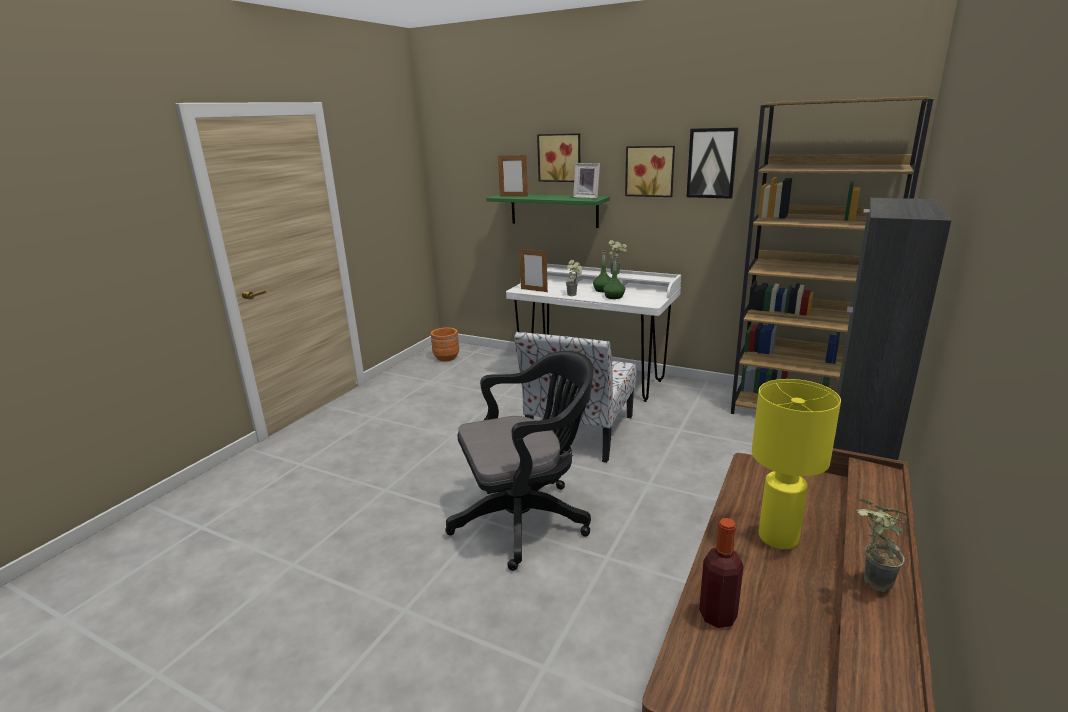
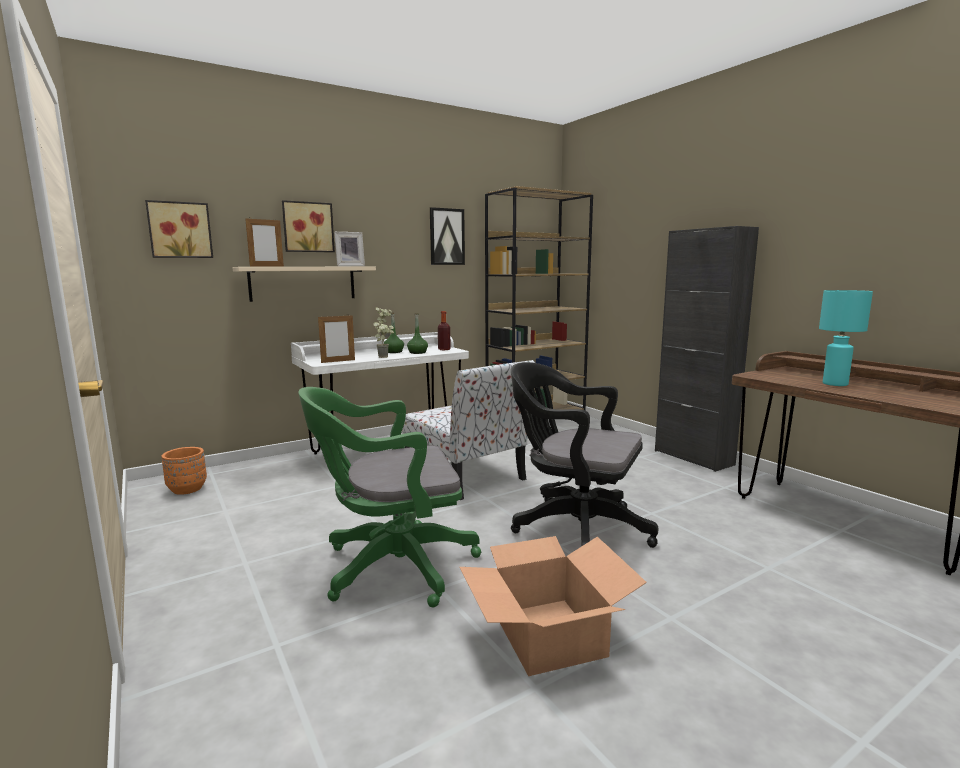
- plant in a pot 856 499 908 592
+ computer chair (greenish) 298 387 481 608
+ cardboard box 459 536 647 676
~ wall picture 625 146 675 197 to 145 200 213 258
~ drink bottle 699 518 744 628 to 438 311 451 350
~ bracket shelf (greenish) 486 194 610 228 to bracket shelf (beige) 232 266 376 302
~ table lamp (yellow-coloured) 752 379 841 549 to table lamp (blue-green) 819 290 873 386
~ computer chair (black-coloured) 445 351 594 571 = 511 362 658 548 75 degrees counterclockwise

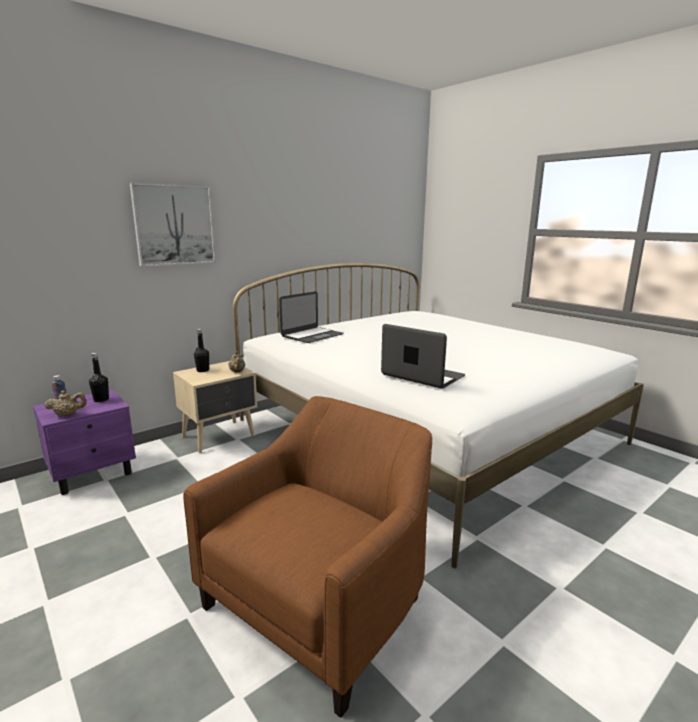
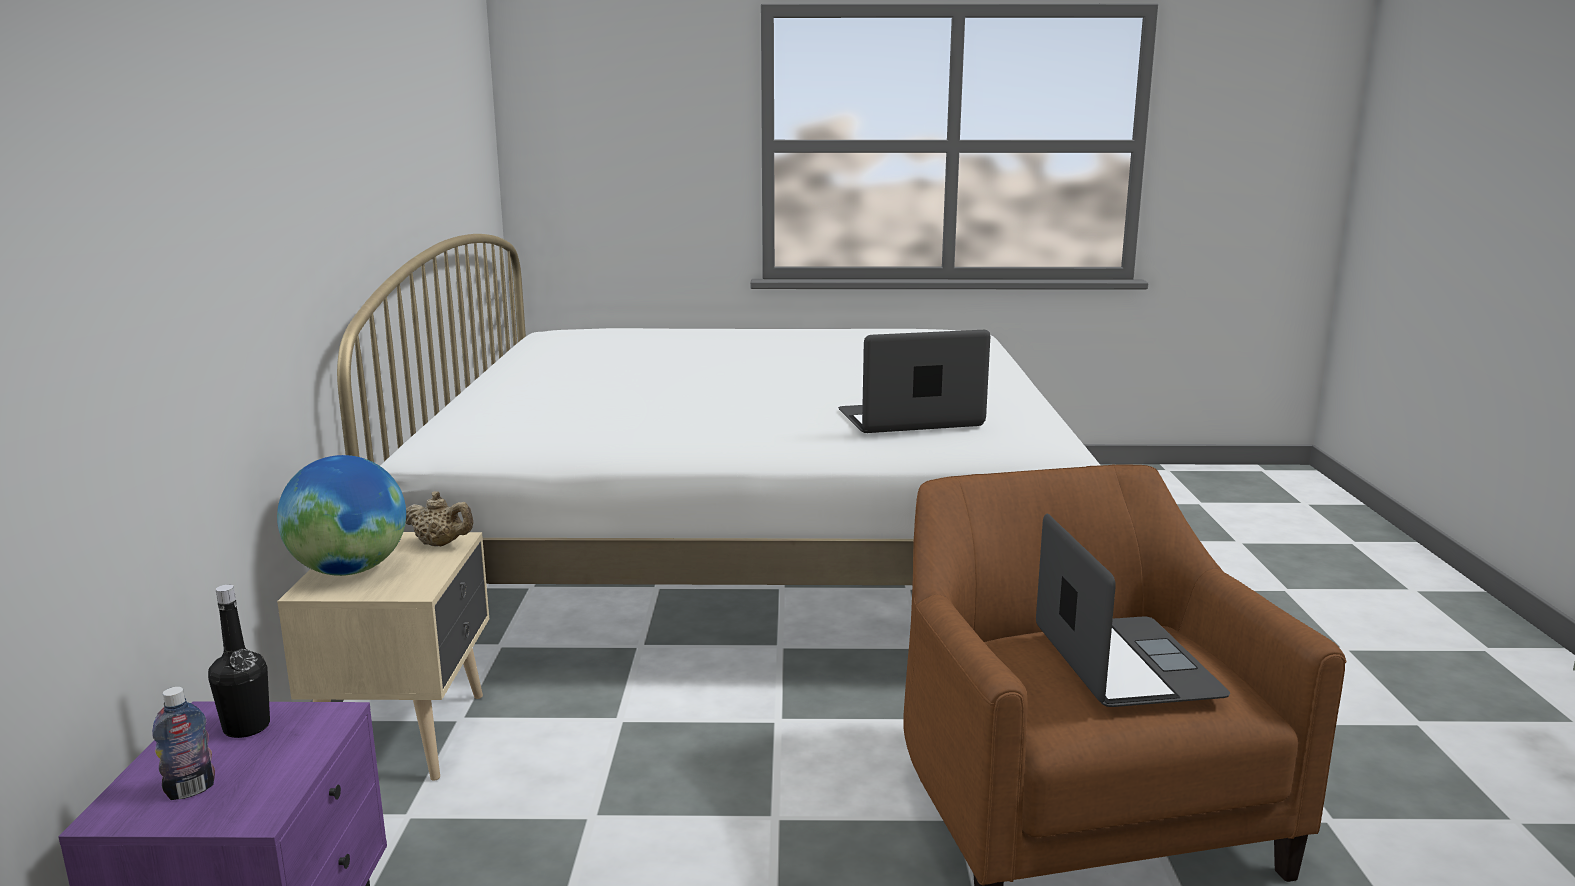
- teapot (beige) 44 390 87 417
- wall picture 130 183 216 267
~ notebook computer 279 291 344 343 to 1036 514 1230 707
~ drink bottle (black-coloured) 194 329 209 372 to world globe 277 455 406 576

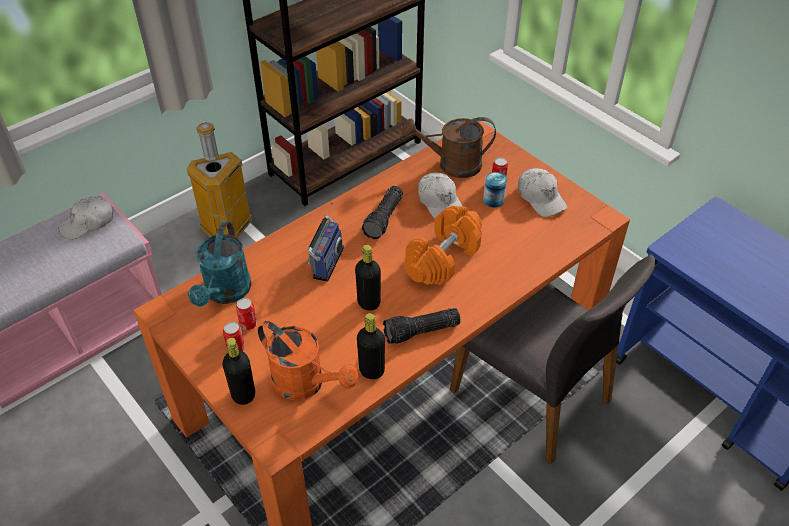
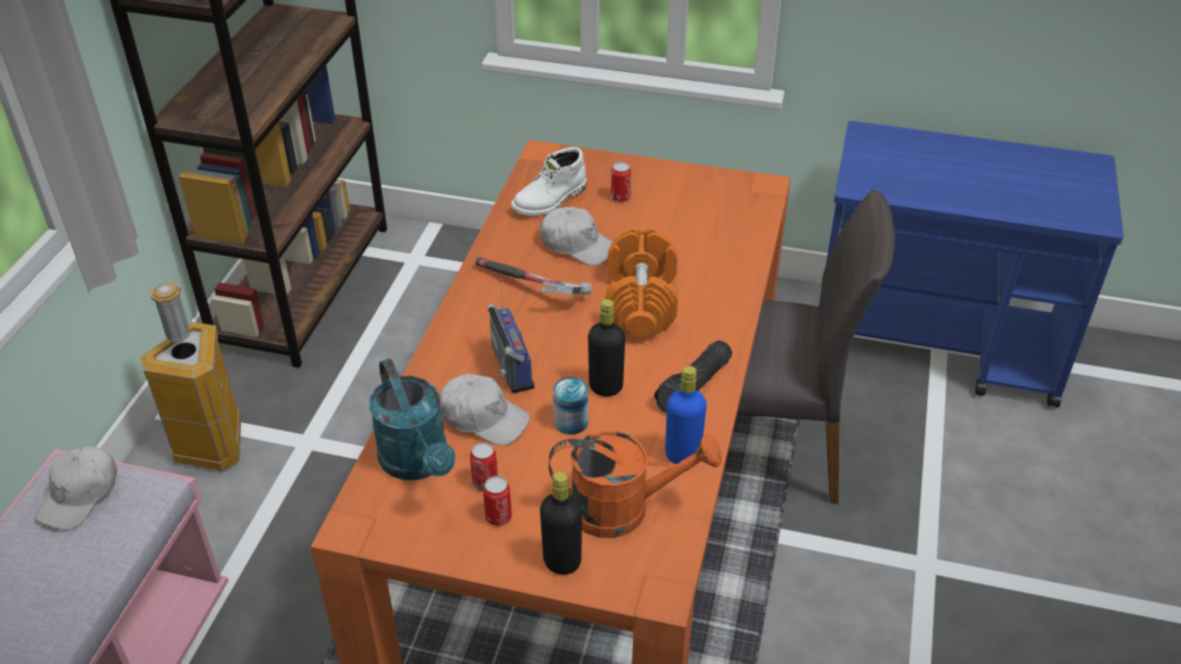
~ metal can 483 172 507 207 to 553 377 588 435
~ peaked cap (white-coloured) 518 168 567 217 to 440 374 530 446
~ torch 362 186 403 239 to tool hammer 475 257 592 295
~ watering can (brown-coloured) 402 117 496 178 to high-top boot (white-coloured) 511 147 586 216
~ drink bottle (black-coloured) 357 313 385 379 to drink bottle (blue) 665 366 707 464

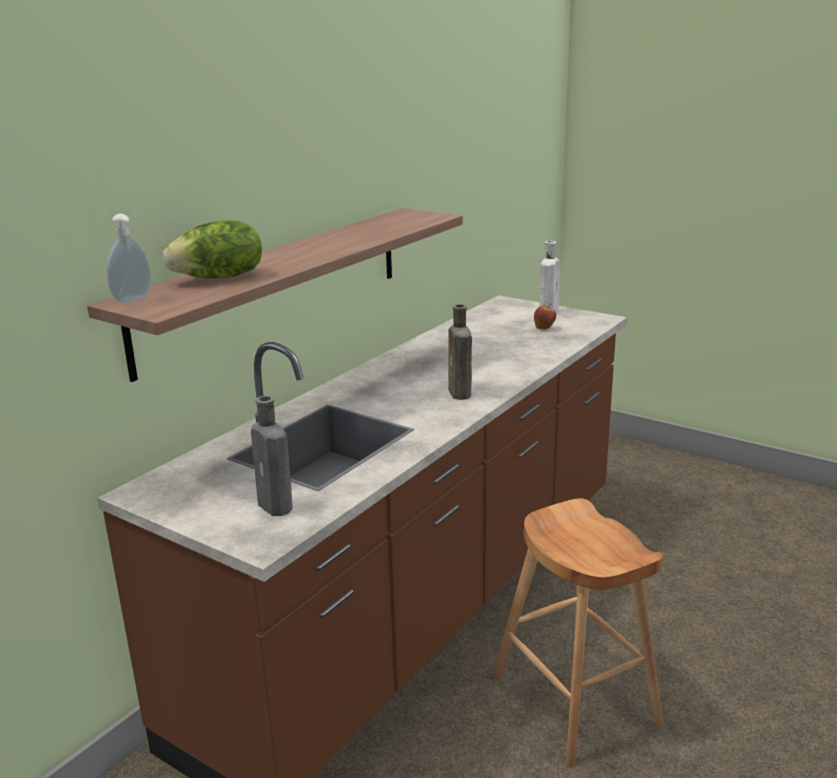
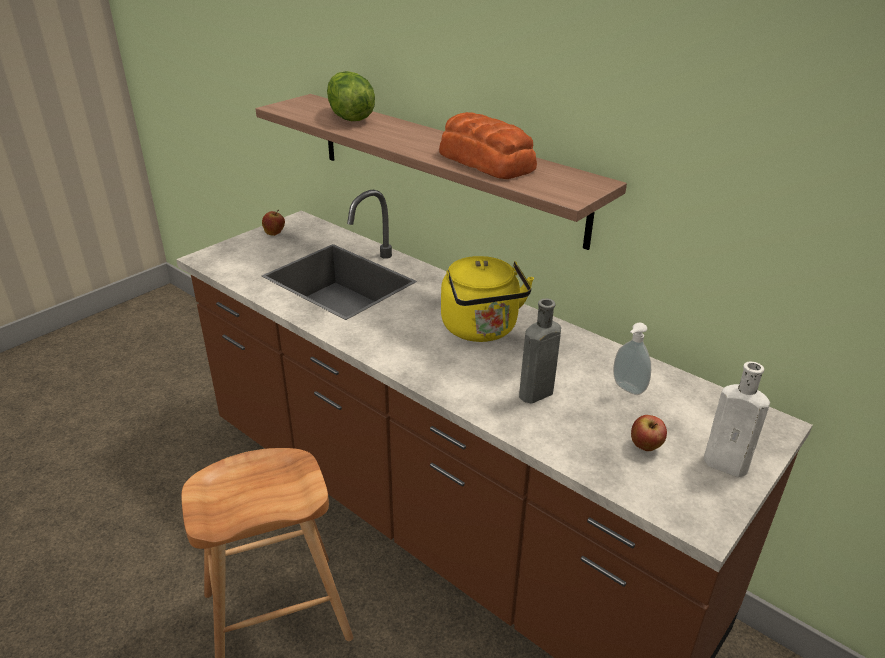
- drink bottle (brown-coloured) 448 304 472 400
+ apple 262 210 285 236
+ bread 439 112 537 179
+ water kettle (yellow-coloured) 441 256 534 342
~ soap bottle 106 214 152 303 to 613 323 651 395
~ drink bottle (gray) 251 396 293 516 to 519 298 561 404

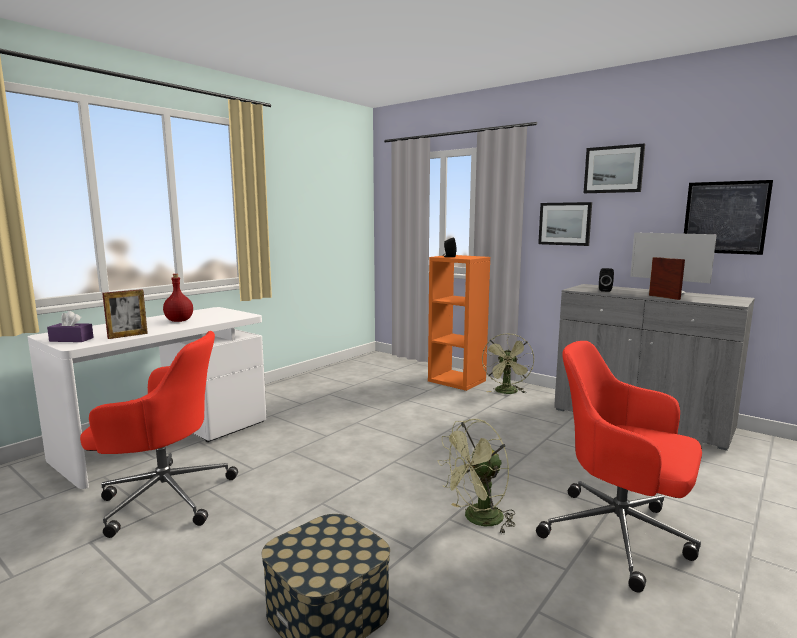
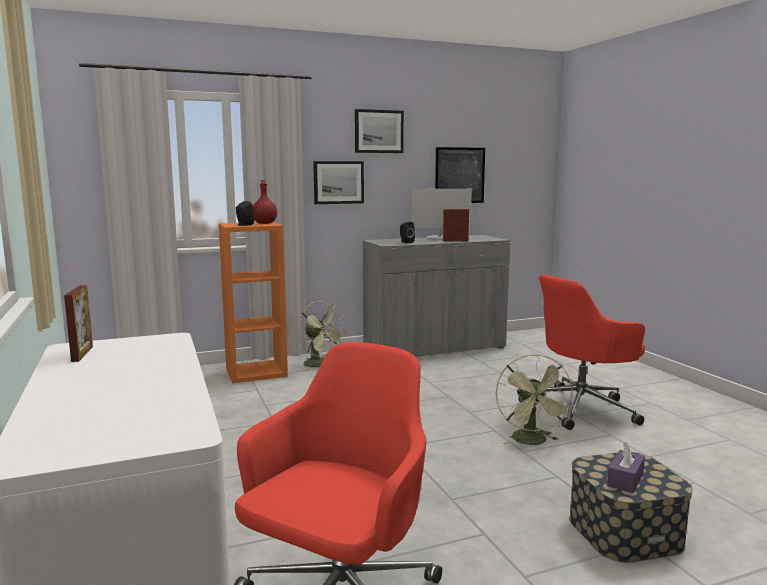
~ tissue box (purple) 47 311 94 342 to 607 442 645 493
~ standing frame 102 289 148 339 to 64 285 93 362
~ drink bottle (red) 163 274 193 322 to 253 180 277 224

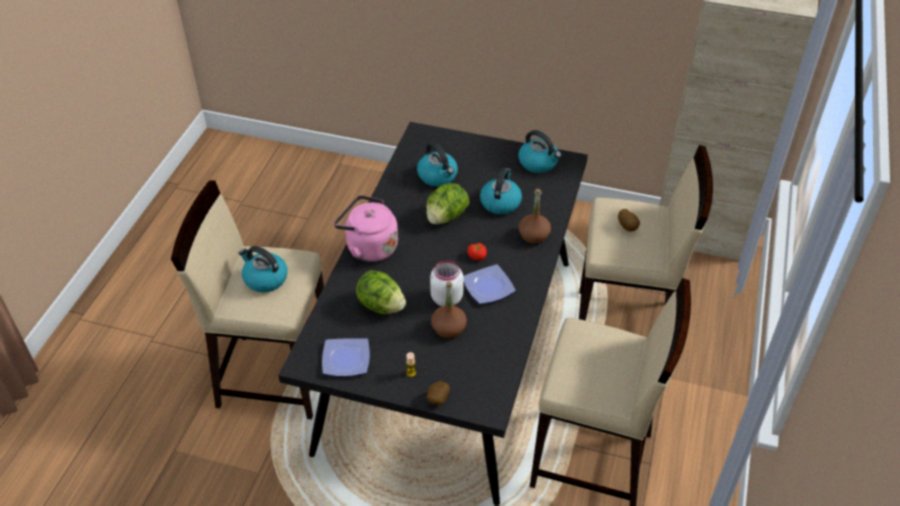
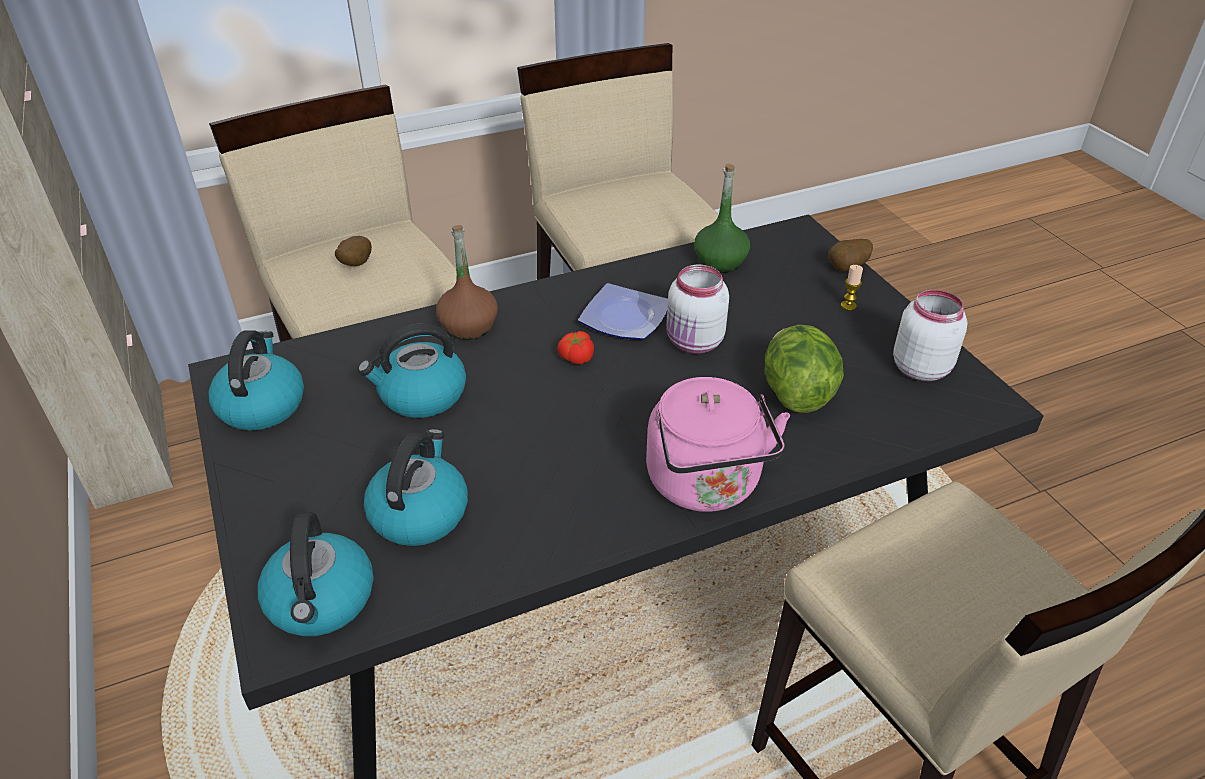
- head of lettuce 426 183 470 225
- drink bottle (brown-coloured) 431 282 467 339
+ drink bottle (greenish) 694 163 750 273
~ water kettle 239 246 288 293 to 258 512 374 636
~ dinner plate 322 338 370 377 to jar (white-coloured) 893 289 967 381

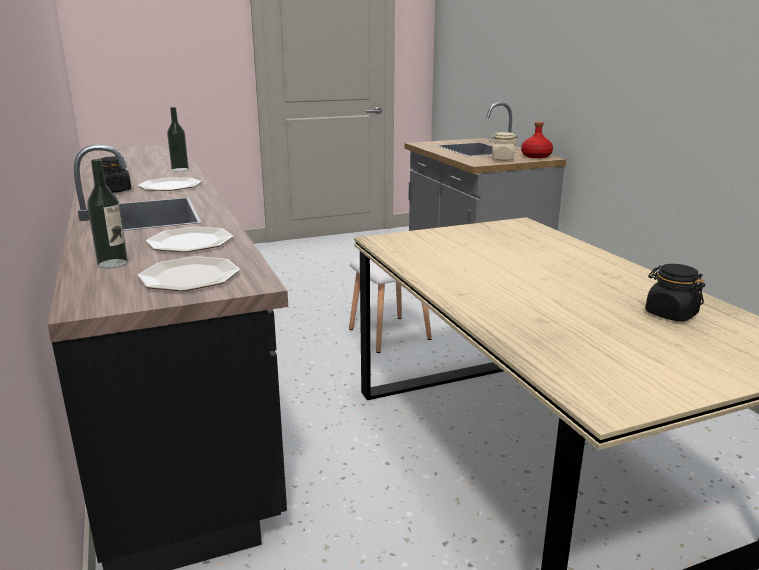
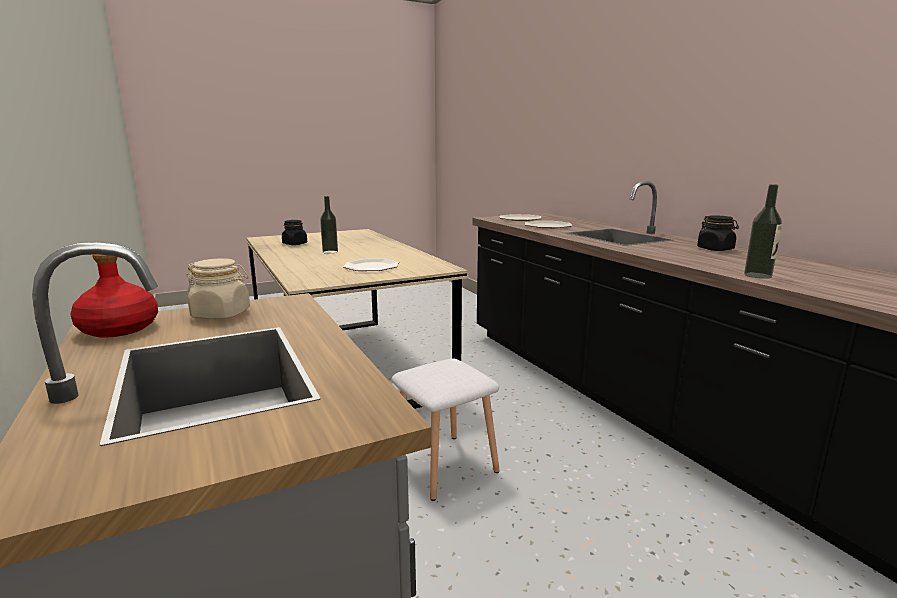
~ drink bottle 87 159 128 269 to 320 196 338 254
~ dinner plate 138 177 202 191 to 343 259 399 271

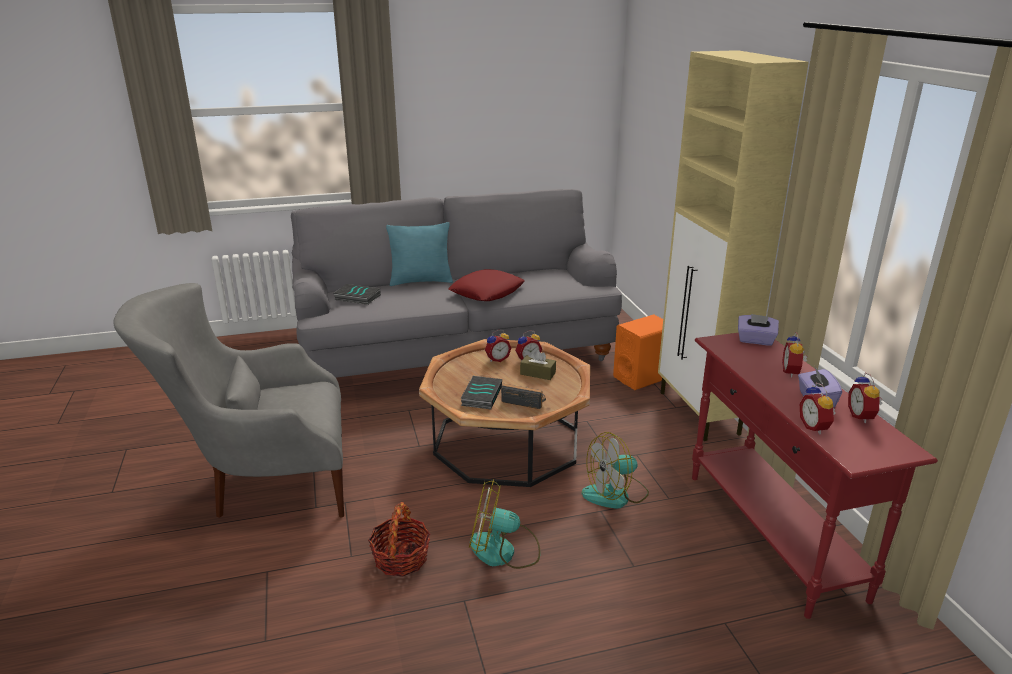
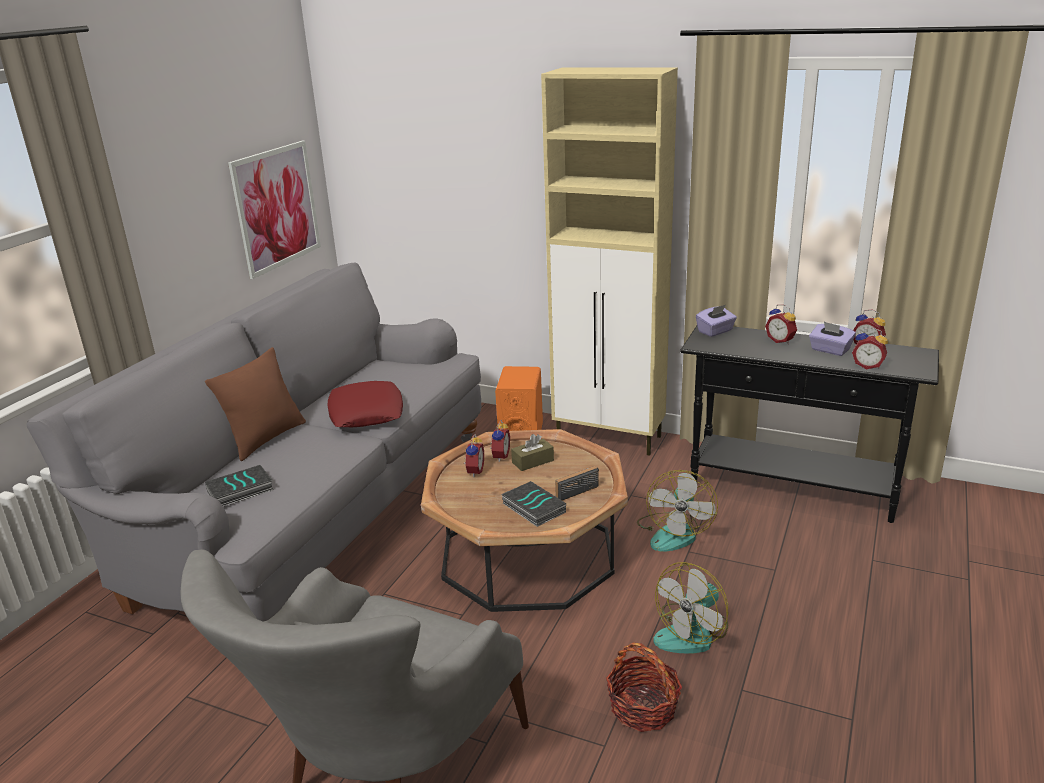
+ wall picture 228 141 321 279
~ pillow (blue-green) 386 222 453 286 to pillow (brown-coloured) 205 347 306 461
~ hall table (red) 692 333 938 619 to hall table (black-coloured) 680 326 939 523

